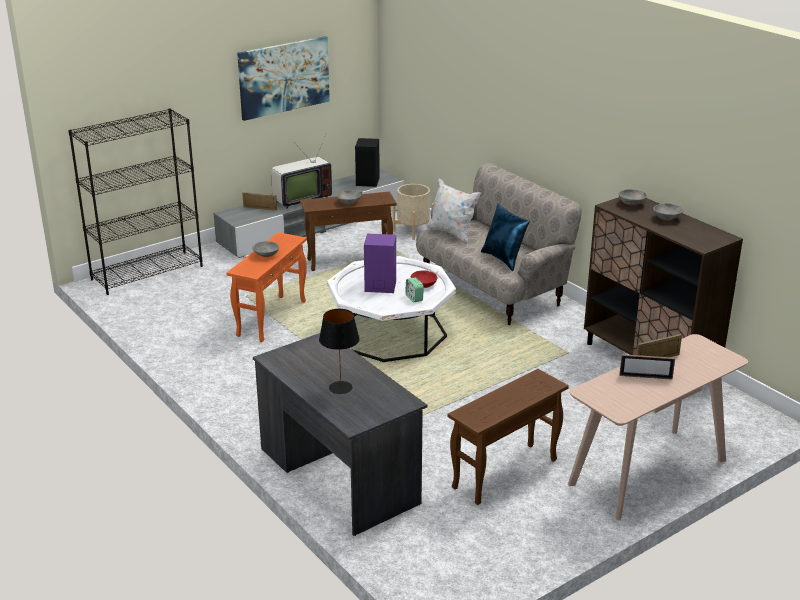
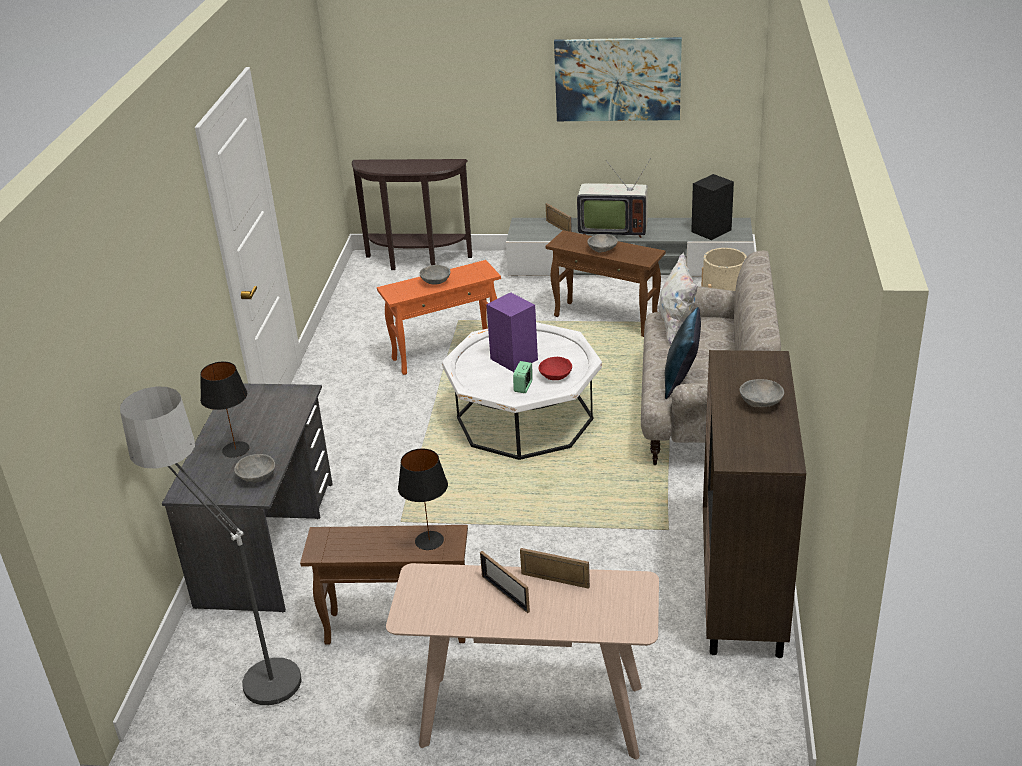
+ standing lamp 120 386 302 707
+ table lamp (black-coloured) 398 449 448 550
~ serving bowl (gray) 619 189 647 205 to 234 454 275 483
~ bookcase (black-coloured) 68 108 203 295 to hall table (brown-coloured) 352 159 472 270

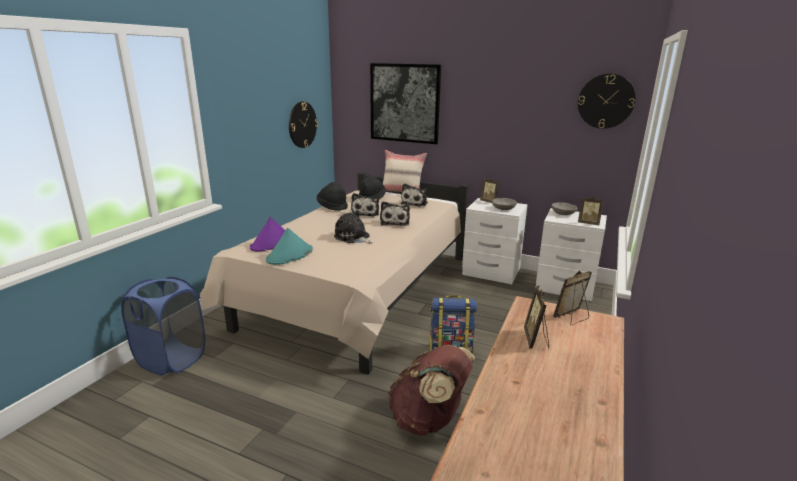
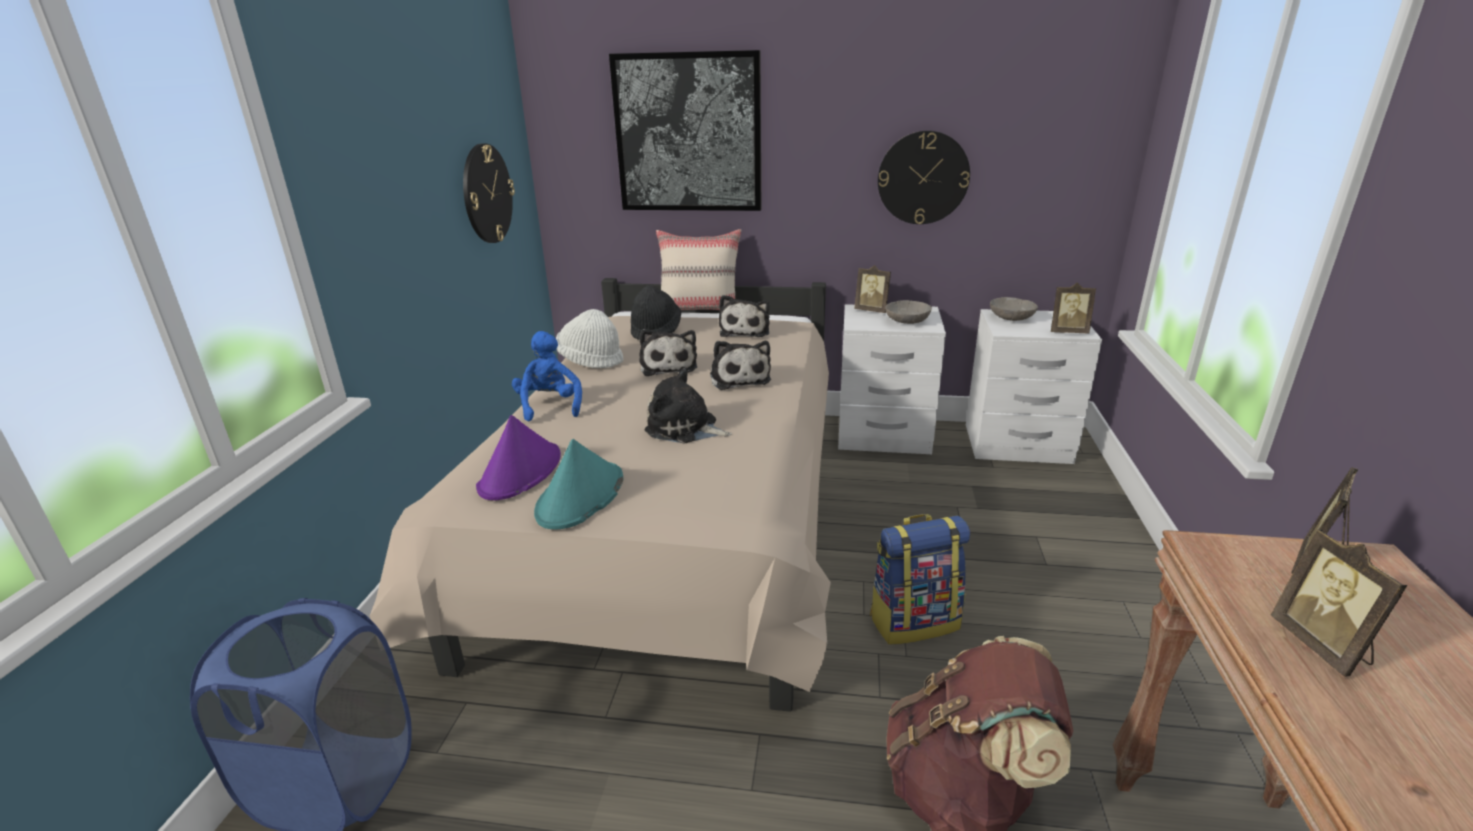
+ plush toy (blue) 512 331 582 421
~ hanging clock 578 74 636 129 to 878 131 970 224
~ wearable hat (black-coloured) 317 182 348 211 to wearable hat (white-coloured) 556 309 623 369

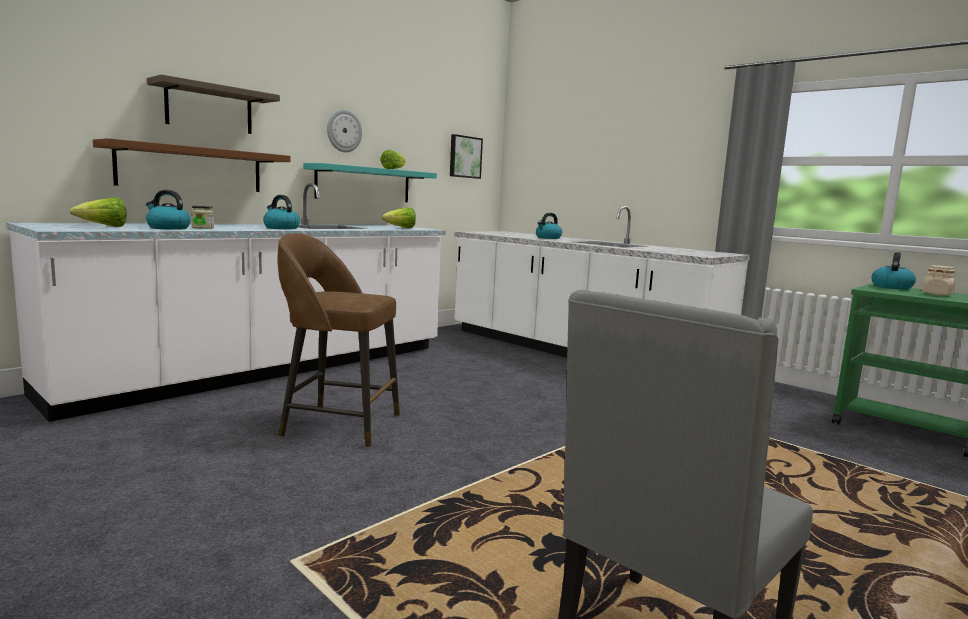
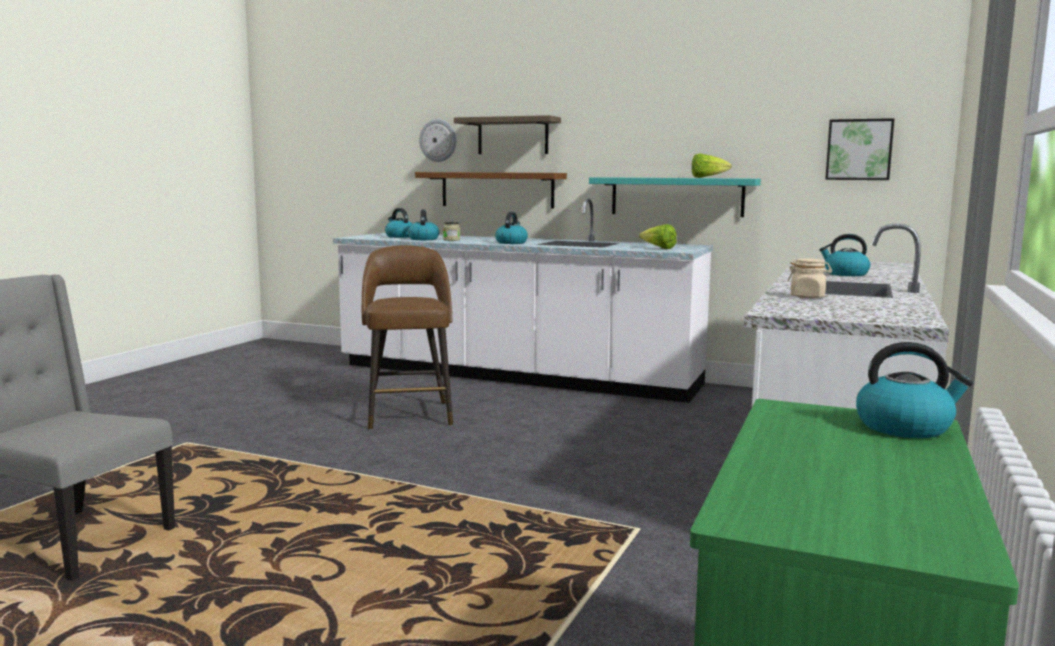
~ hanging clock 327 109 362 152 to 419 119 456 162
~ jar (beige) 922 265 955 296 to 787 258 832 298
~ head of lettuce 70 197 127 227 to water kettle 385 208 412 238

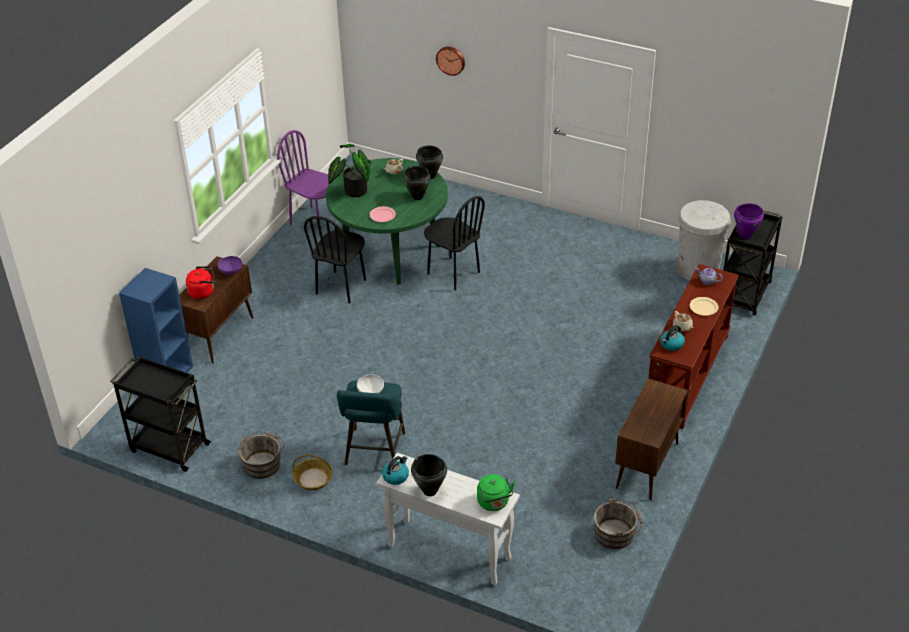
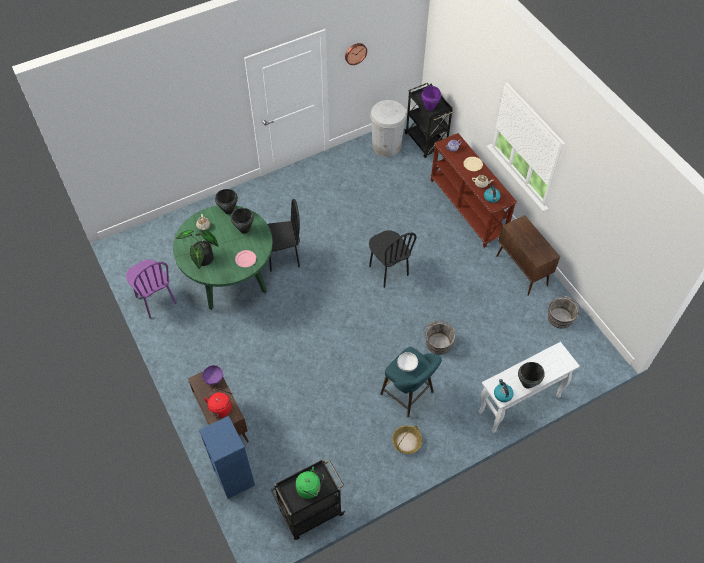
~ water bucket (gray) 238 432 285 479 to 423 320 455 355
~ upright chair (black-coloured) 304 216 366 303 to 369 230 417 288
~ hanging clock 436 46 465 76 to 345 43 367 65
~ water kettle (greenish) 477 474 515 511 to 296 467 324 499
~ upright chair (purple) 277 130 329 236 = 126 259 176 318 105 degrees counterclockwise

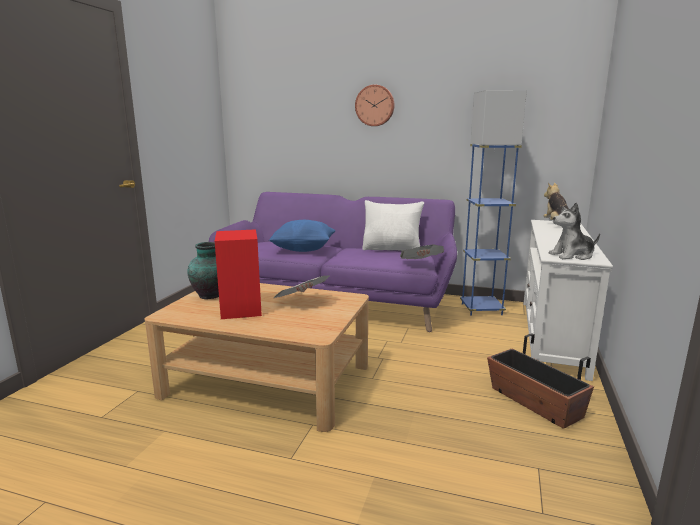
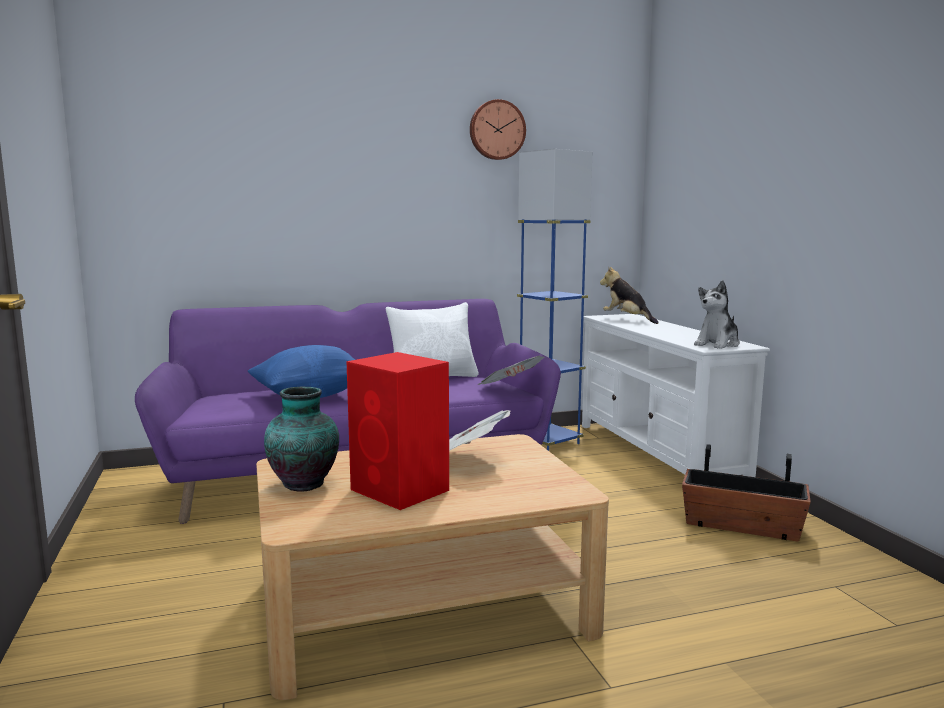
~ hanging clock 355 85 395 126 to 470 99 526 160

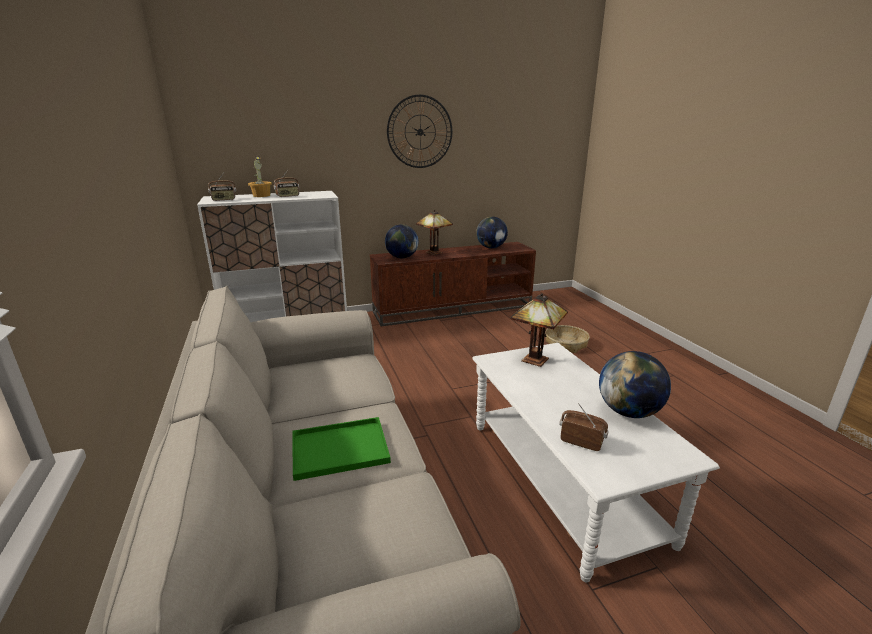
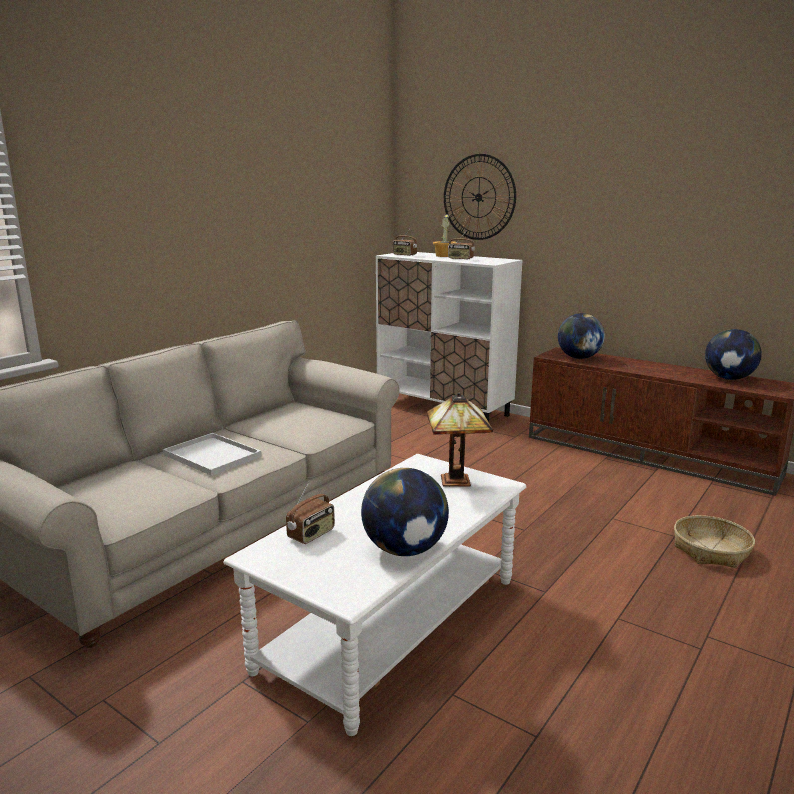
- table lamp 416 210 453 255
~ hanging clock 387 95 452 168 to 444 154 516 240
~ tray (greenish) 293 417 391 481 to tray (white-coloured) 163 433 262 476
~ radio set 560 403 608 451 = 286 480 335 544 45 degrees clockwise

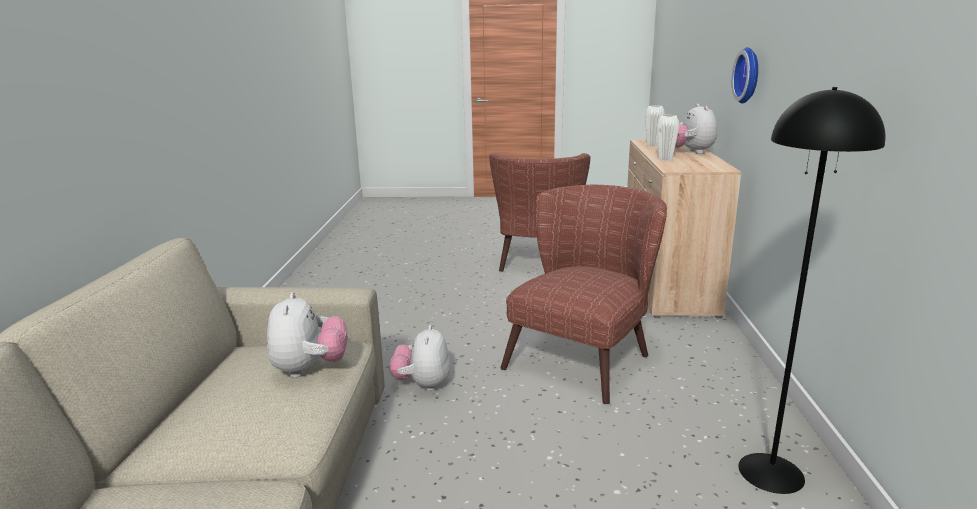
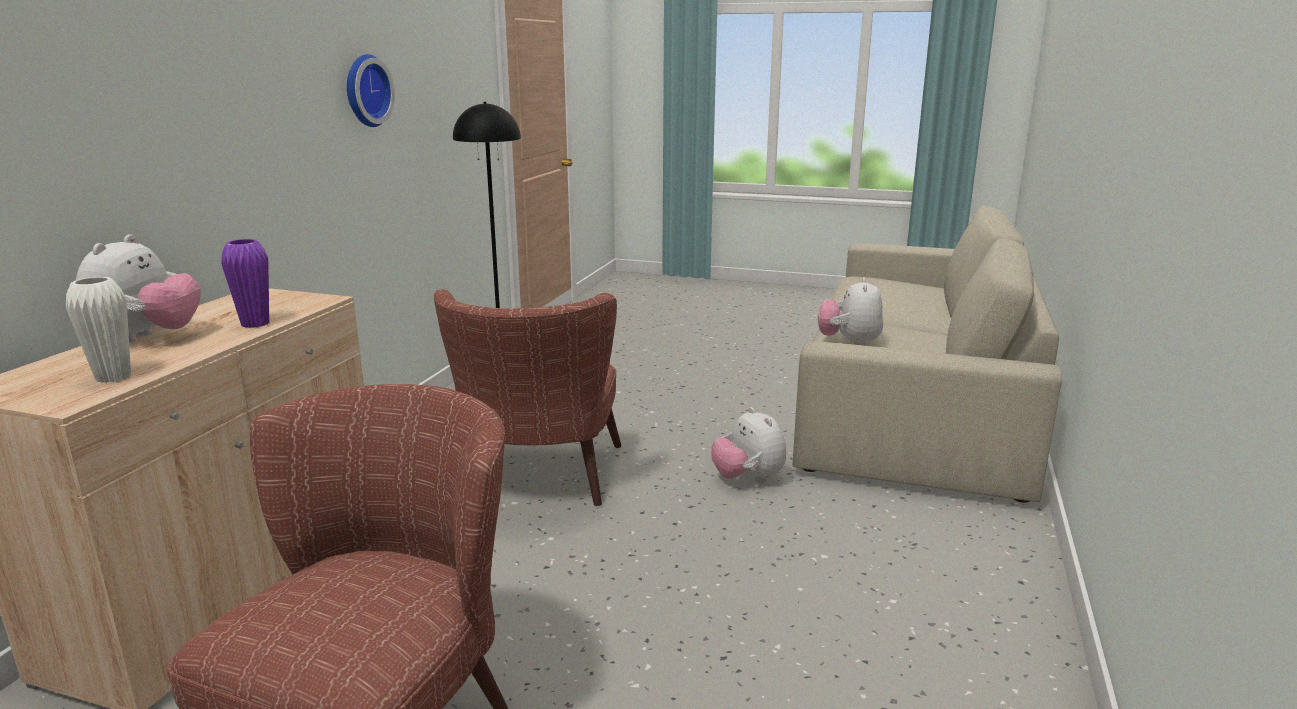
~ hanging clock 732 47 758 103 to 347 54 395 127
~ decorative vase (white-coloured) 657 115 680 161 to decorative vase (purple) 221 239 269 328
~ plush toy 389 325 450 391 = 711 407 786 483 135 degrees clockwise
~ lounge chair (brown-coloured) 501 185 667 404 = 434 289 621 506 45 degrees counterclockwise

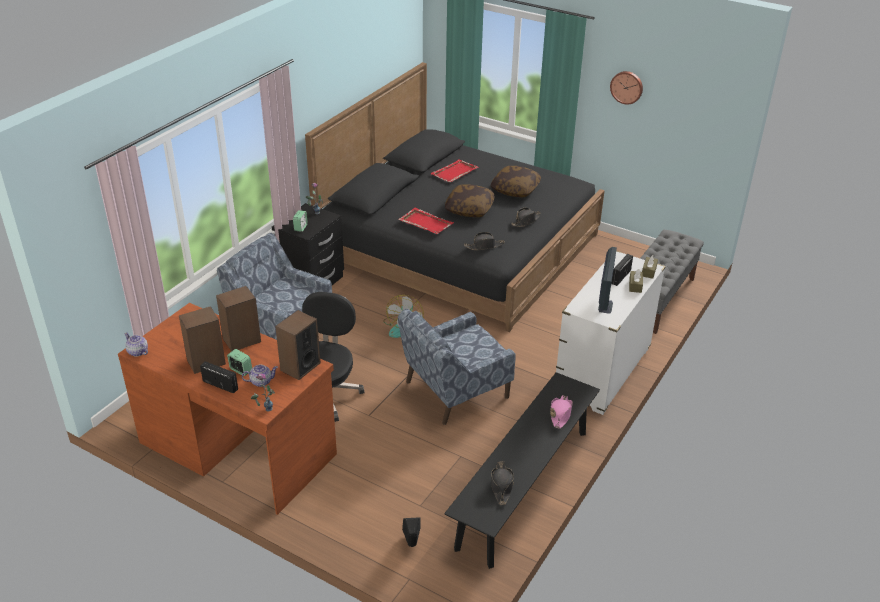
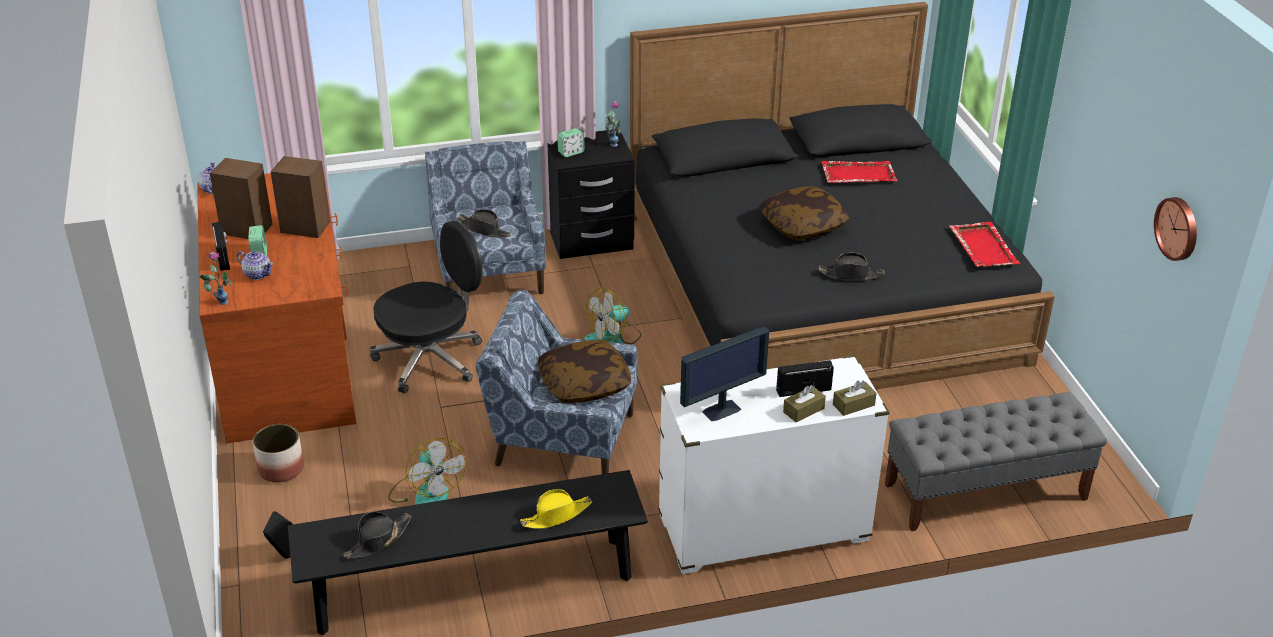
- audio speaker 275 310 321 380
+ flower pot 253 424 304 483
+ cooling fan 388 438 466 505
~ tray (red) 398 208 454 234 to 949 222 1020 267
~ wearable hat (black-coloured) 464 232 505 250 to 457 209 511 238
~ pillow 491 166 541 197 to 538 340 631 403
~ hanging clock 610 71 643 105 to 1154 197 1197 261
~ wearable hat (pink) 550 395 573 429 to wearable hat (yellow-coloured) 520 489 592 529

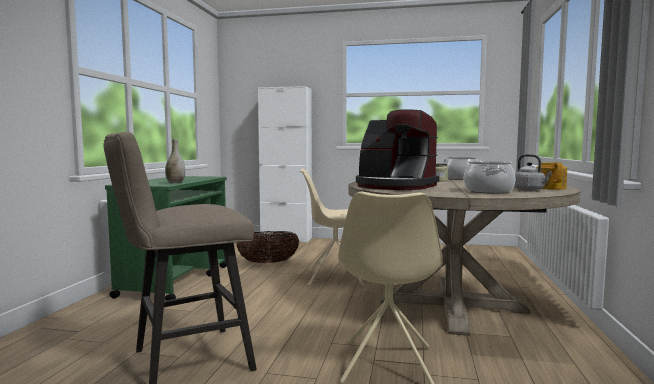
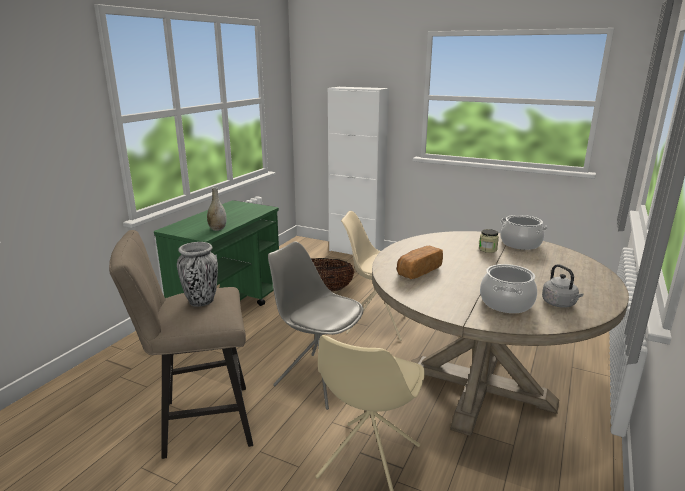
- teapot 536 162 567 190
+ decorative vase 177 242 218 307
+ upright chair (gray) 268 242 364 410
~ coffee maker 356 109 439 190 to bread 397 246 443 279

